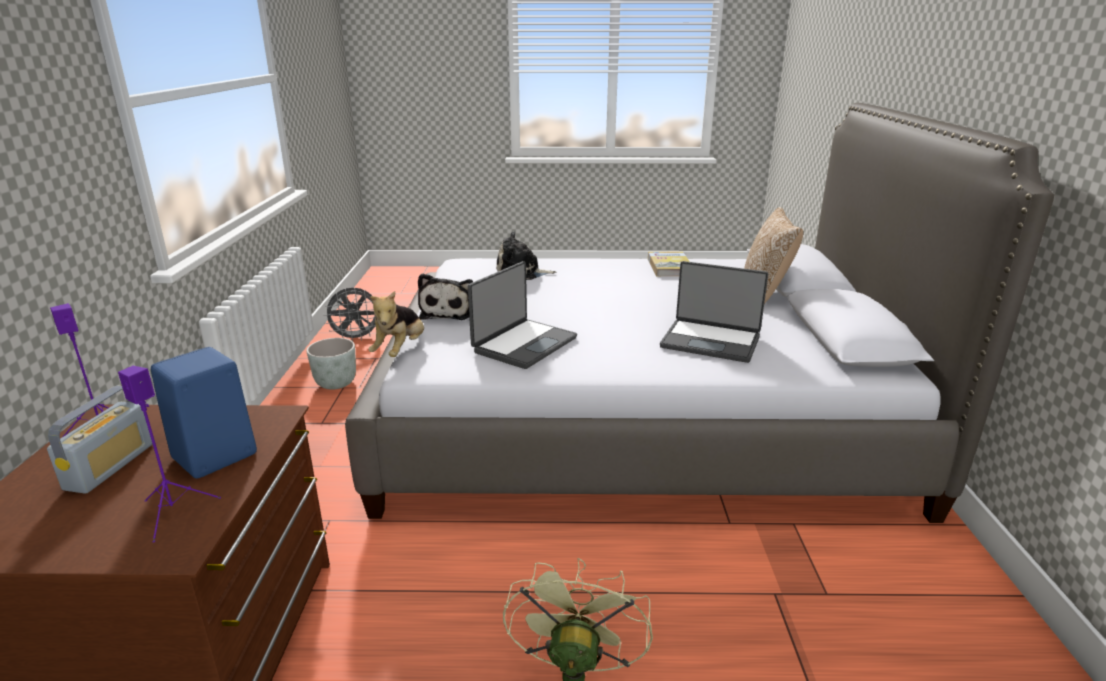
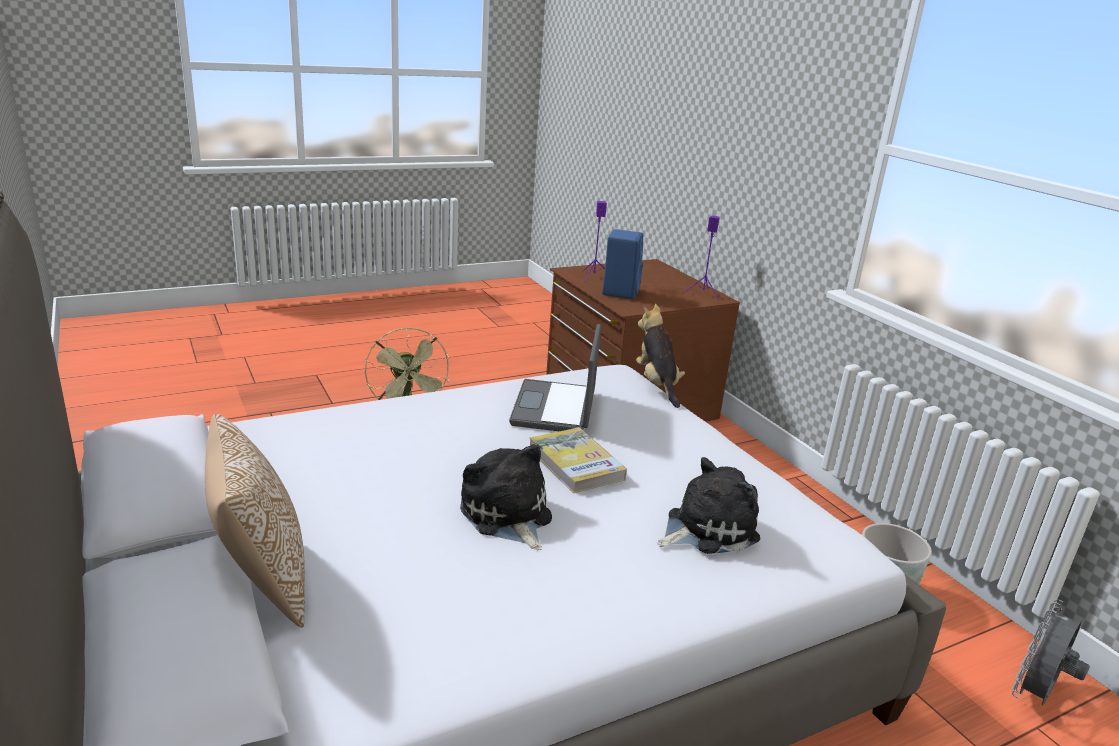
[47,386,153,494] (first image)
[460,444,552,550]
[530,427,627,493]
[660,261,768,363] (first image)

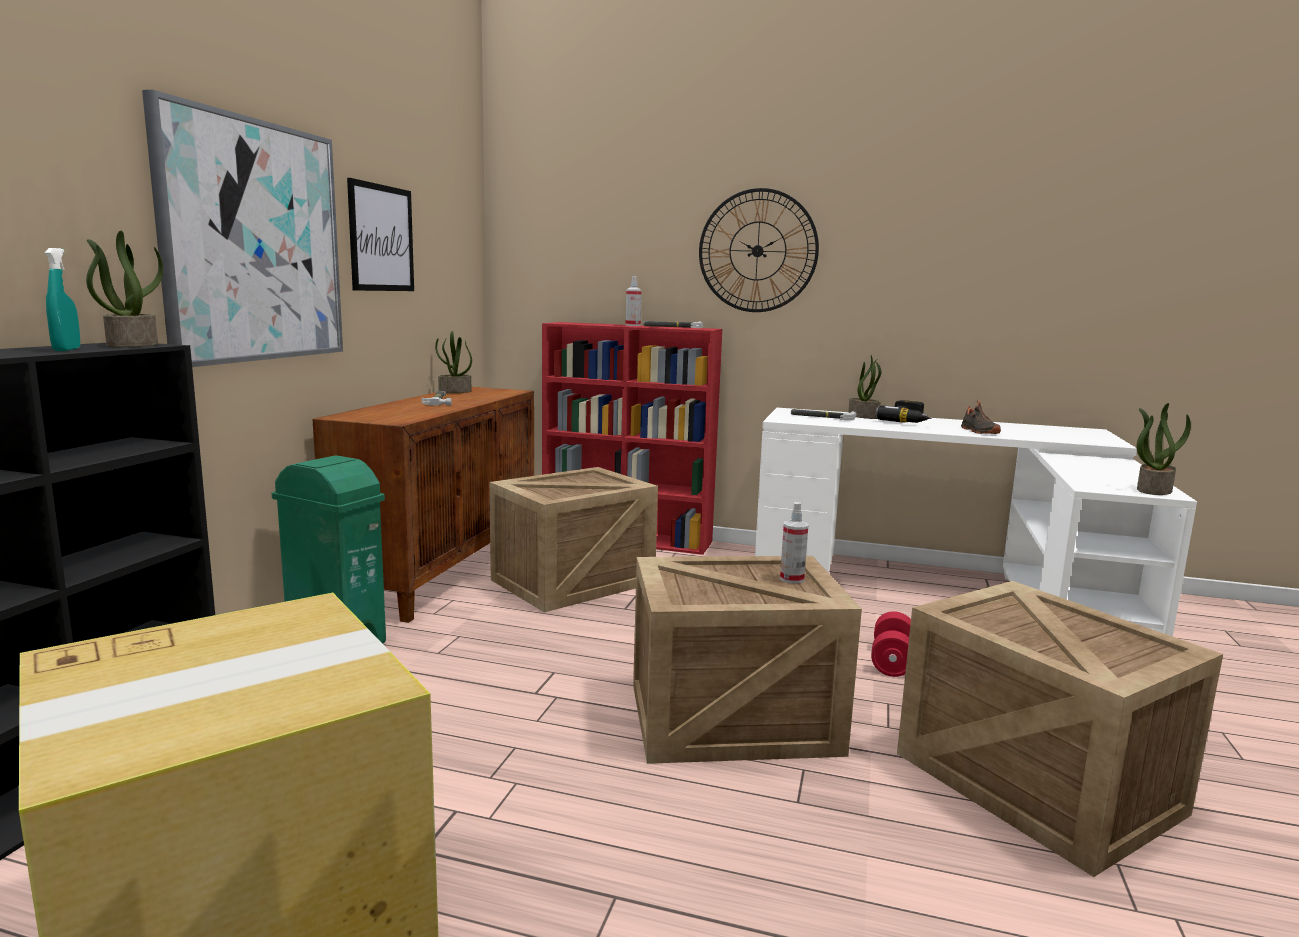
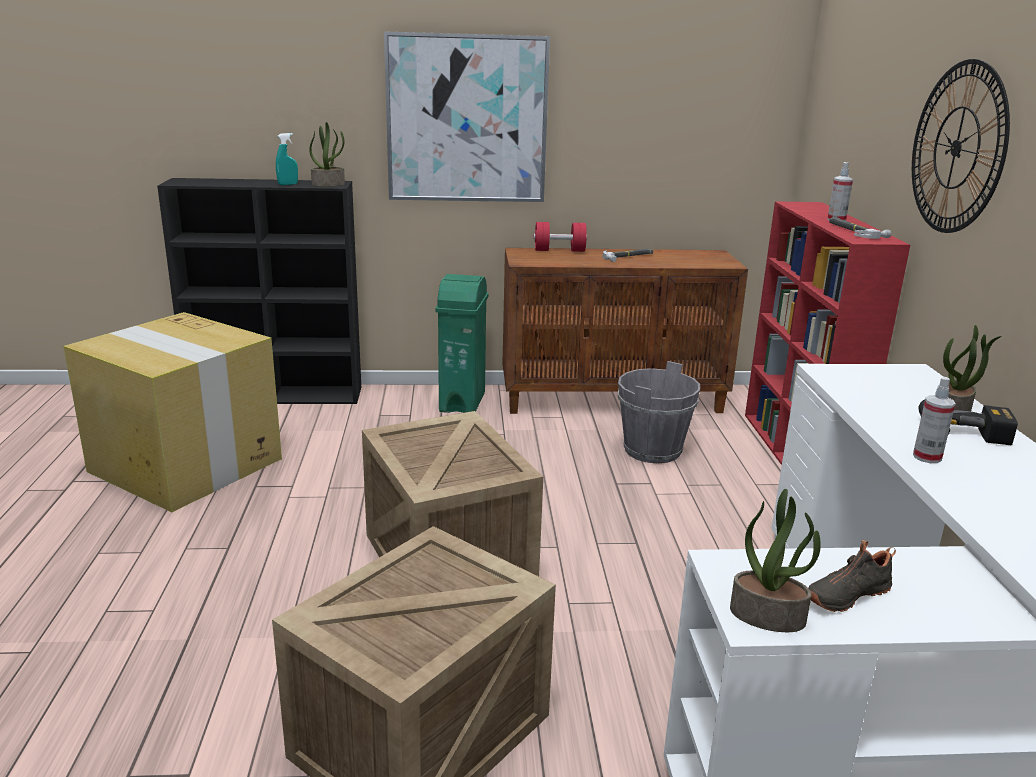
[347,178,414,291] (first image)
[435,331,472,393] (first image)
[618,361,700,463]
[913,377,956,463]
[791,409,857,421] (first image)
[533,222,587,252]
[808,540,896,612]

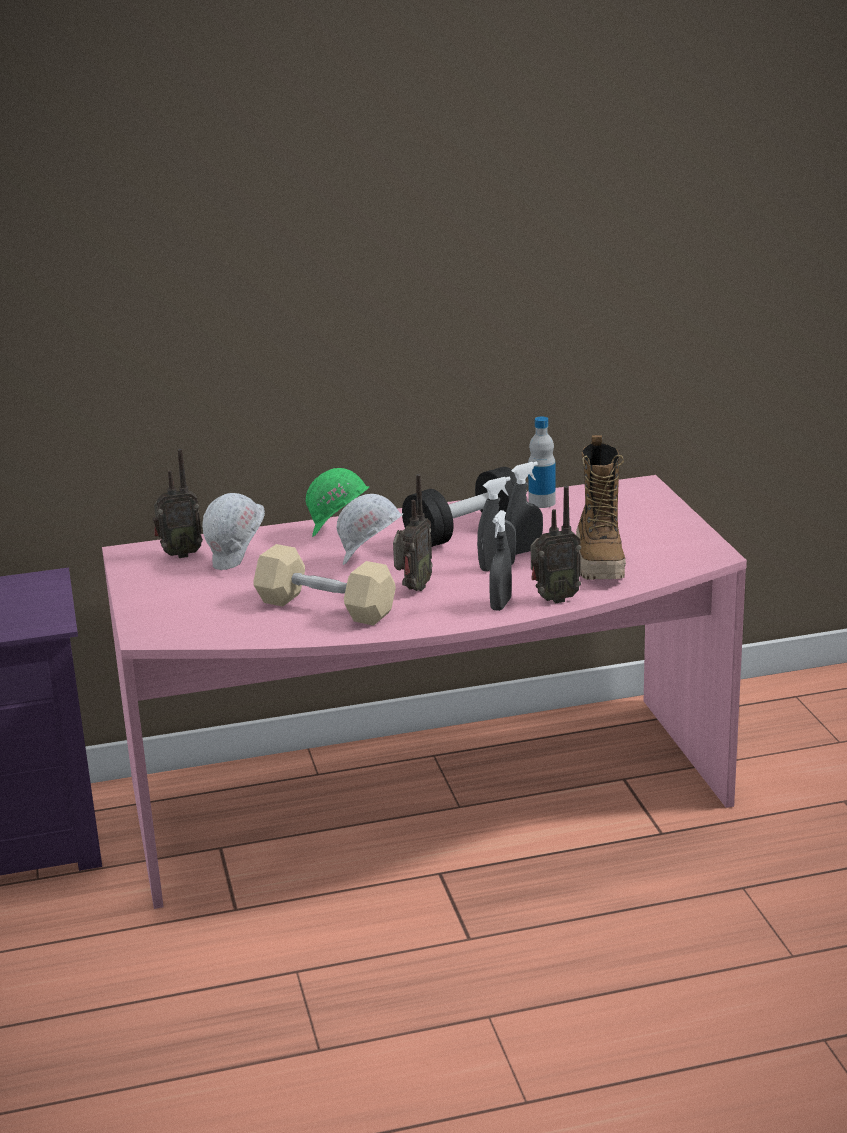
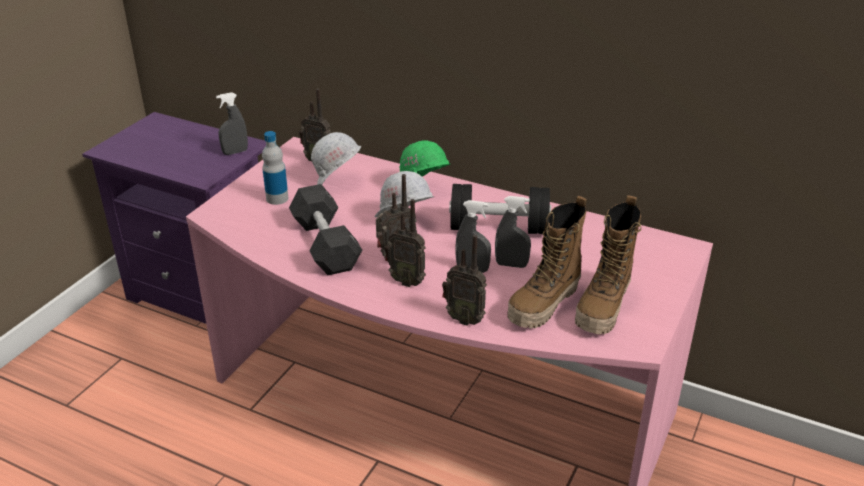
[289,184,362,275]
[216,92,248,155]
[262,131,289,205]
[384,199,426,287]
[575,195,641,334]

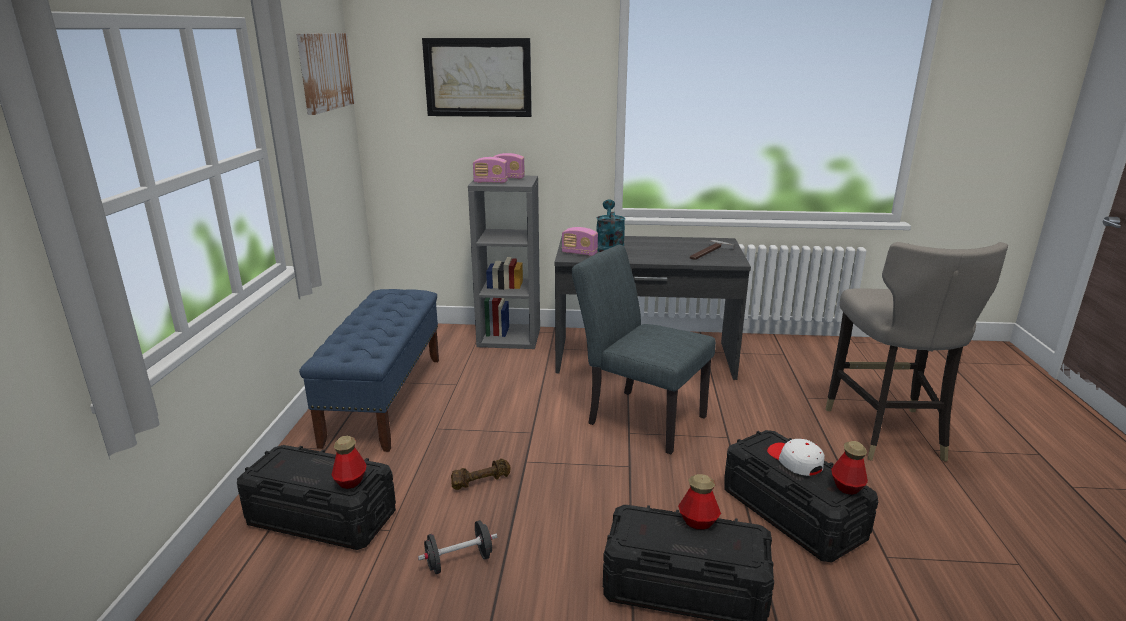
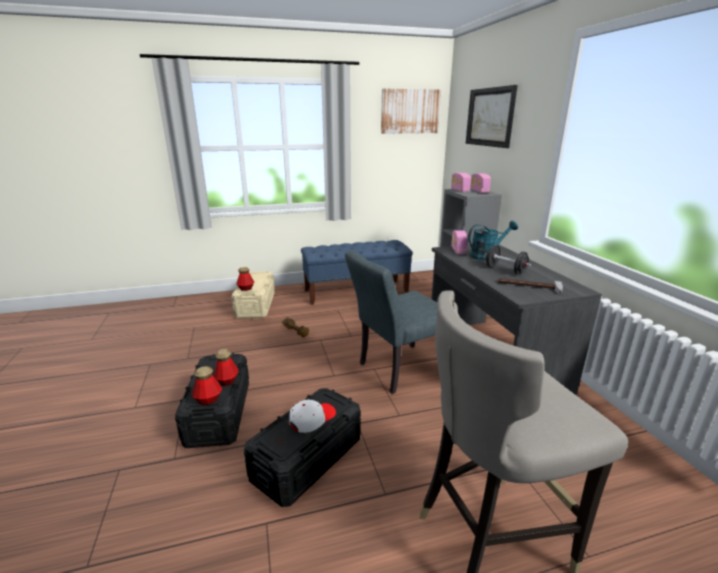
[232,271,275,319]
[485,245,531,275]
[345,250,437,394]
[192,366,222,405]

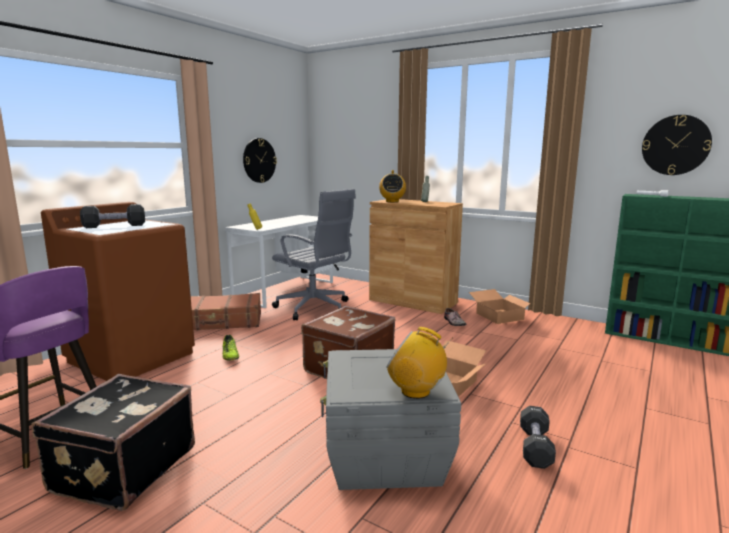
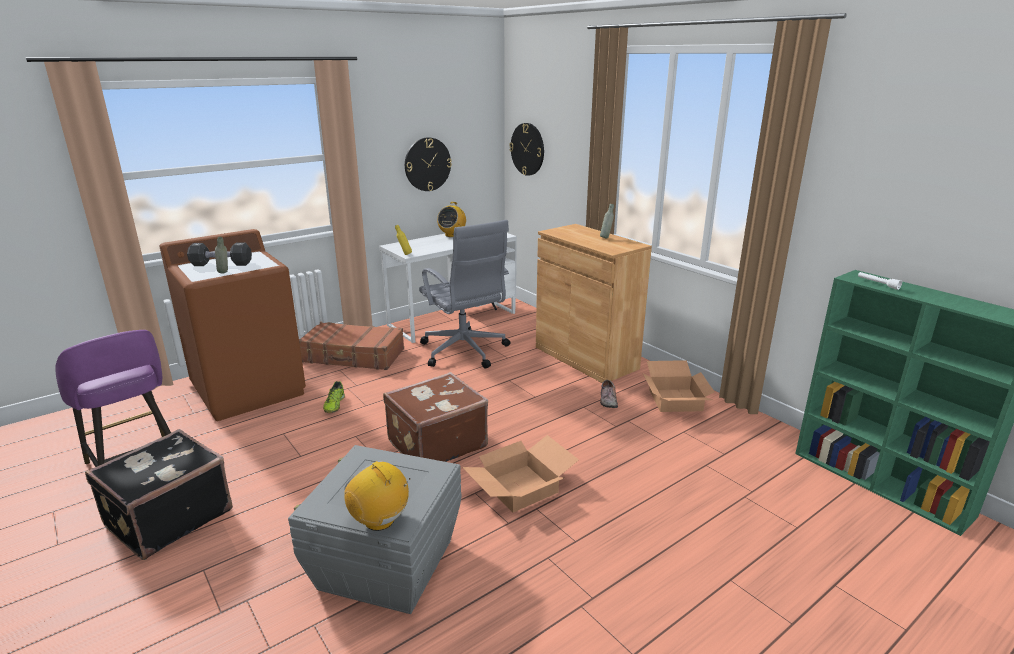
[437,202,466,237]
[520,406,556,469] (first image)
[509,123,544,176]
[215,237,228,274]

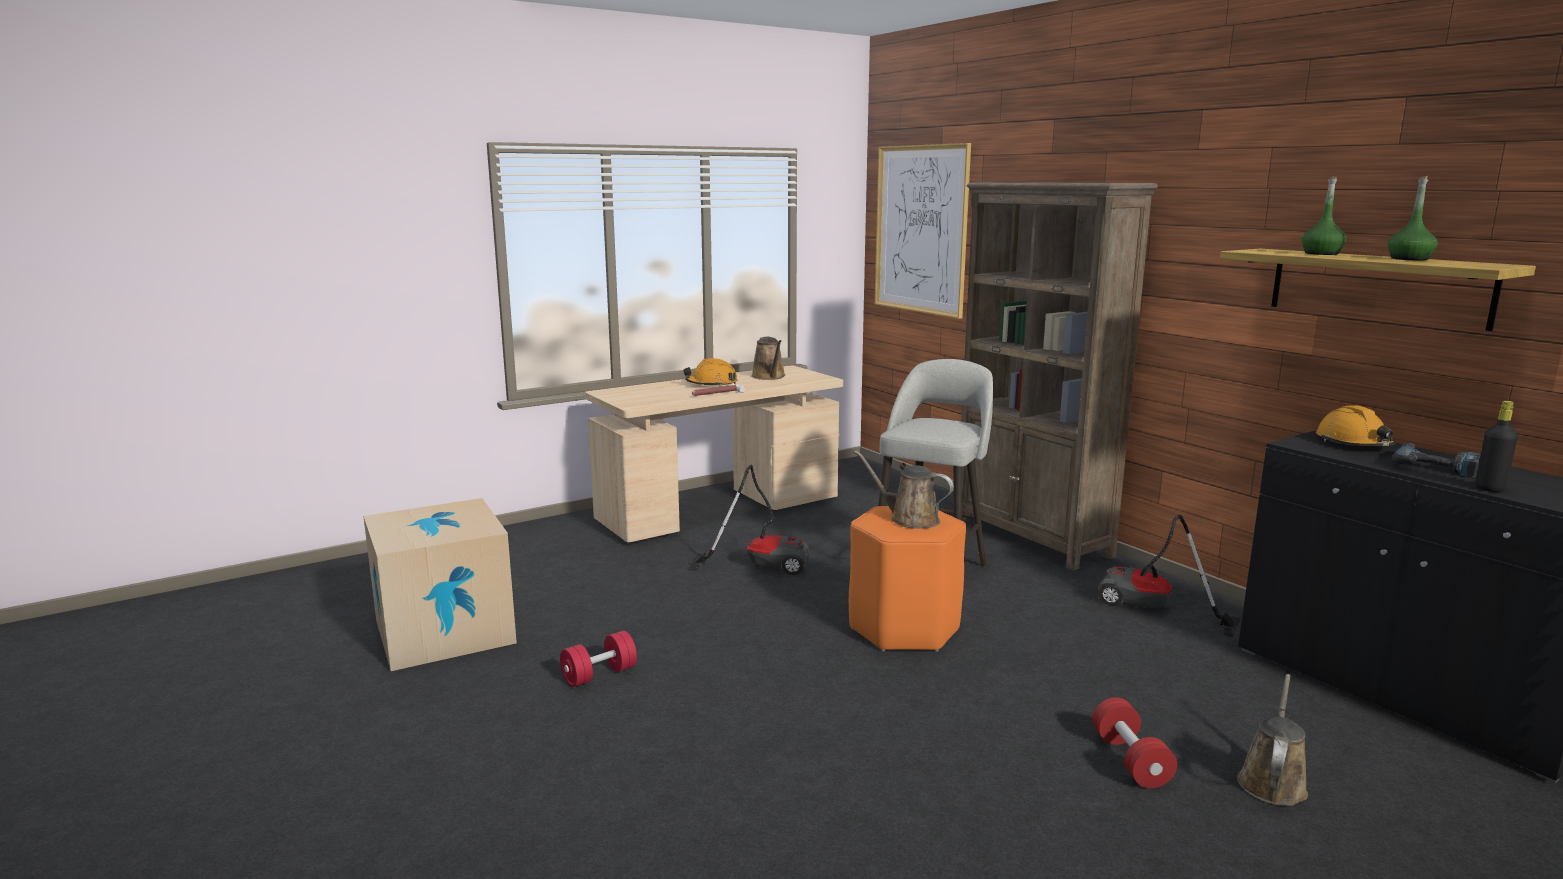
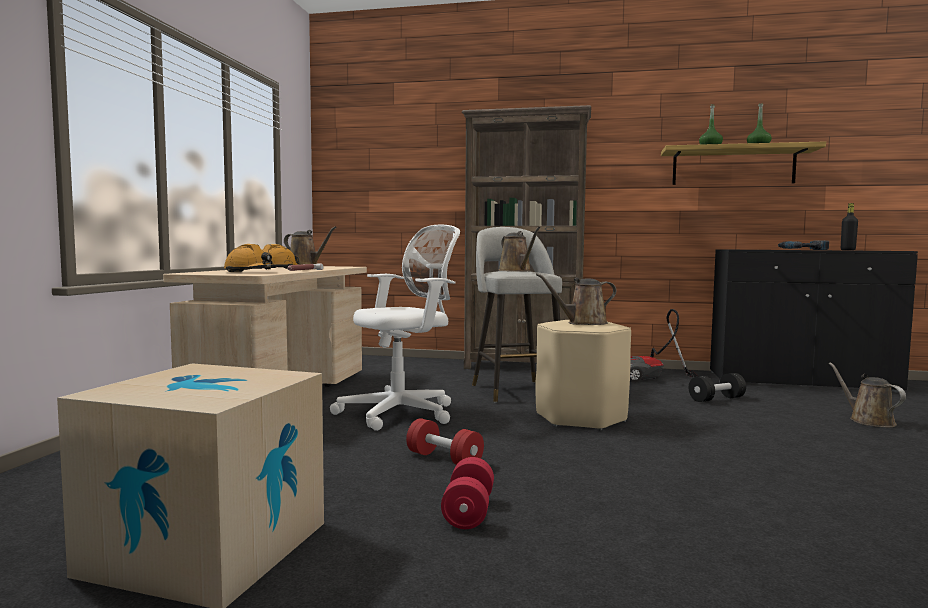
[330,225,460,431]
[535,320,631,430]
[875,143,971,319] (first image)
[406,418,484,465]
[224,244,276,272]
[499,227,540,272]
[689,373,746,402]

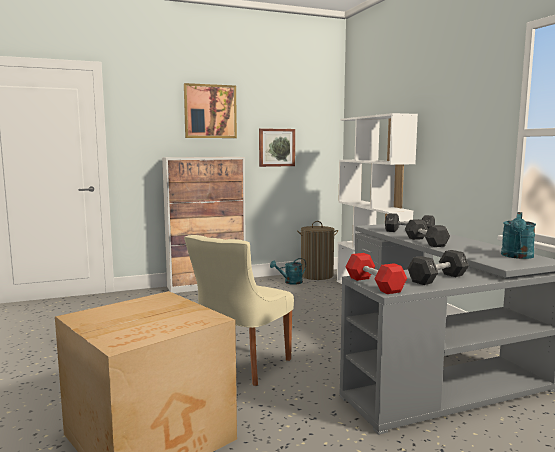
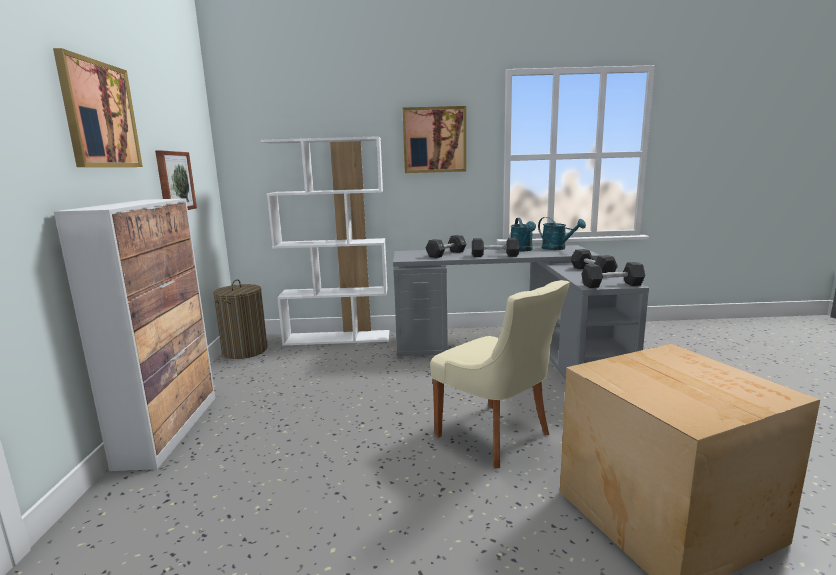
[511,218,536,251]
[582,262,645,288]
[403,106,466,173]

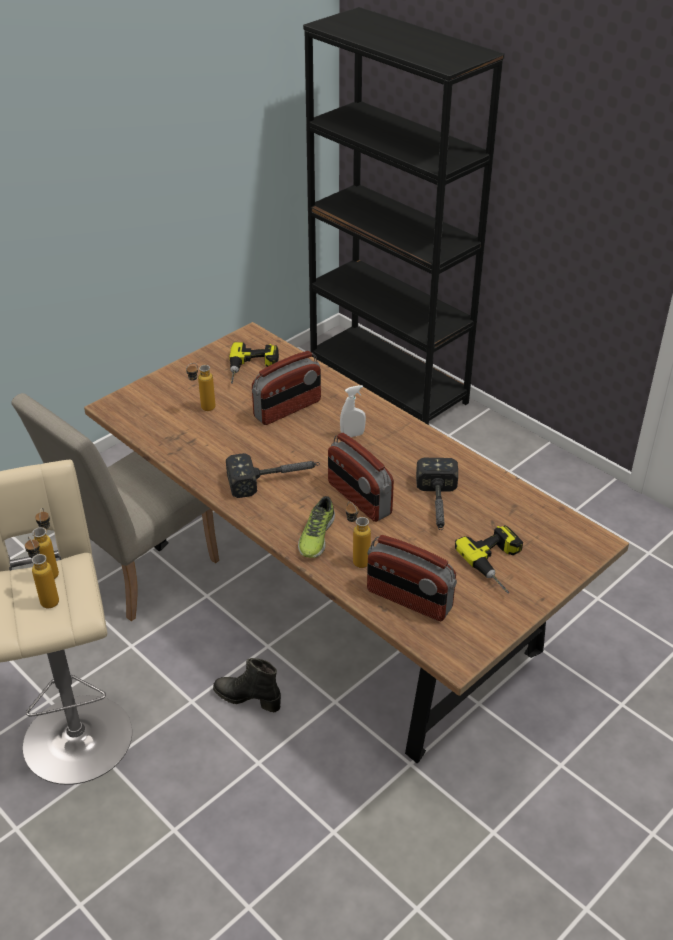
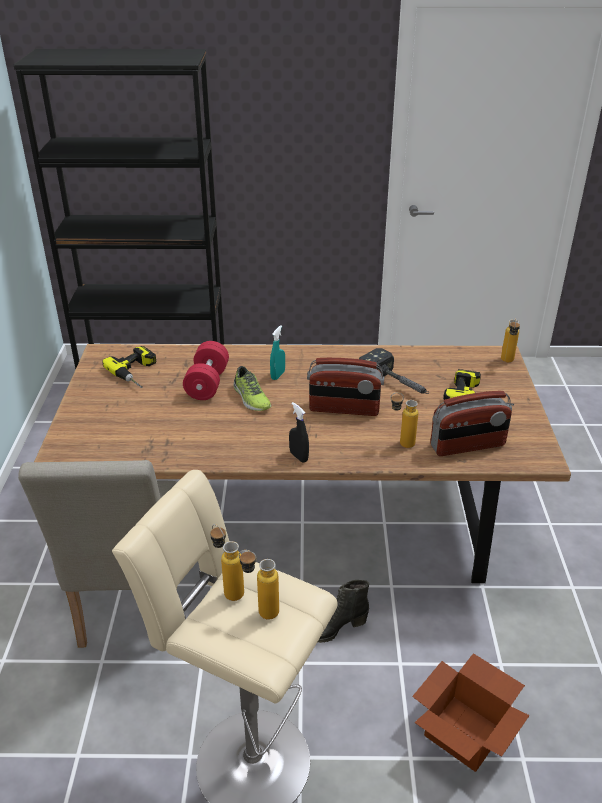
[501,318,520,362]
[226,453,320,498] (first image)
[183,341,229,400]
[233,366,271,411]
[270,325,285,380]
[289,402,309,463]
[412,653,530,772]

